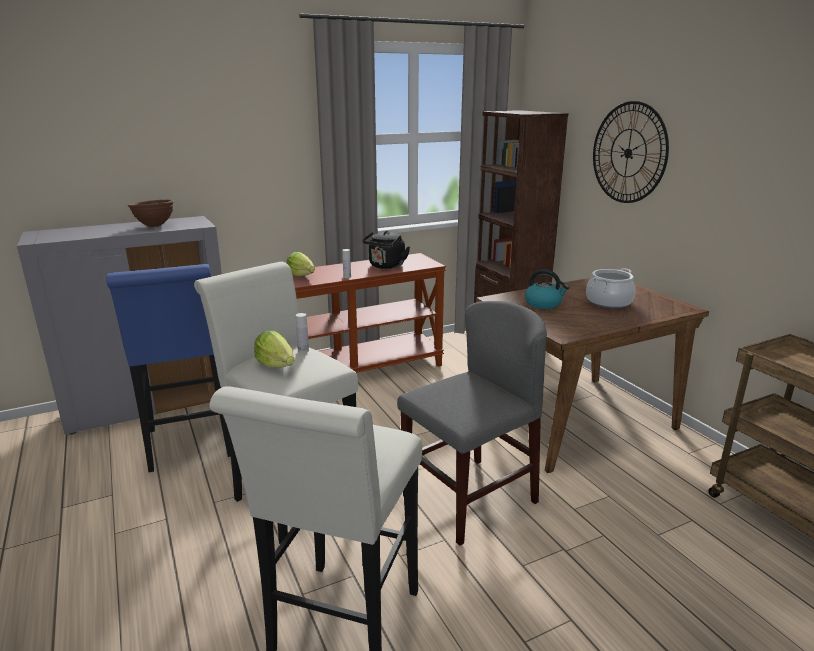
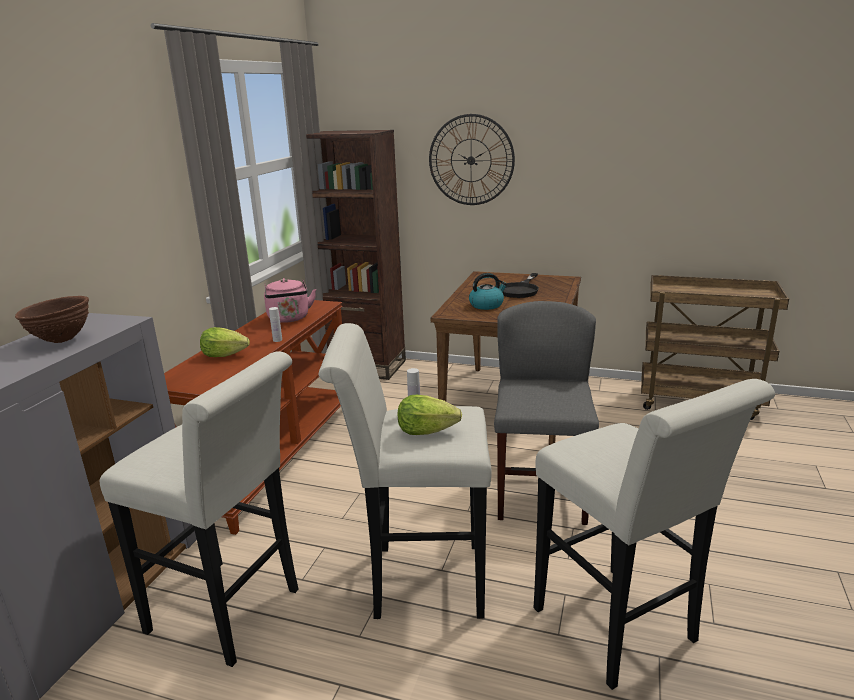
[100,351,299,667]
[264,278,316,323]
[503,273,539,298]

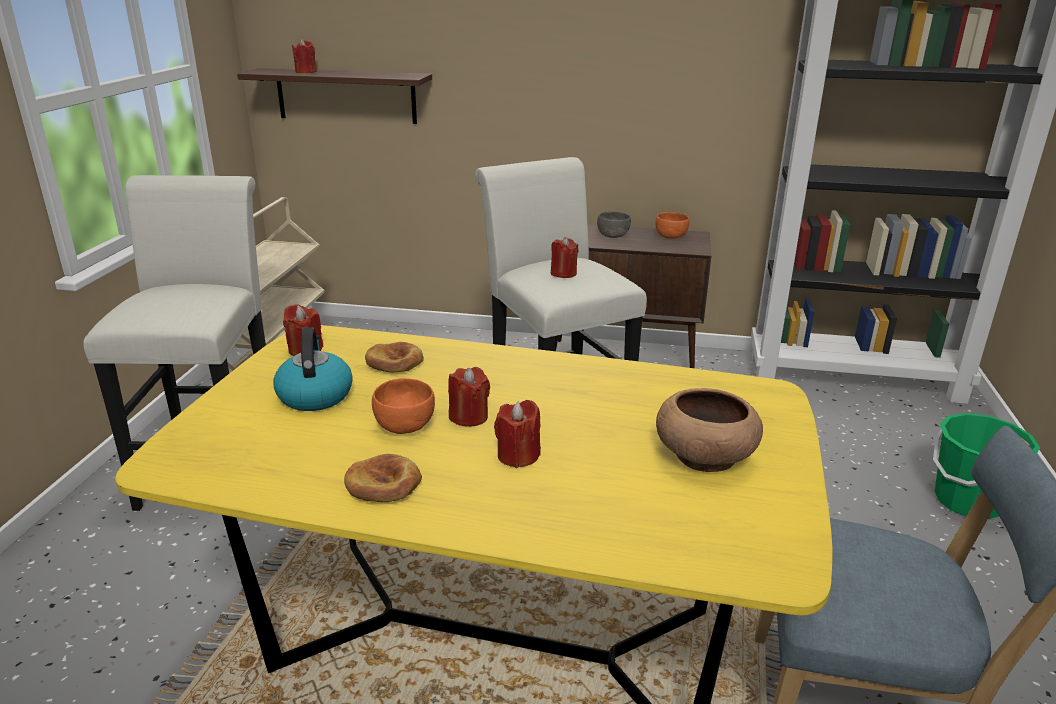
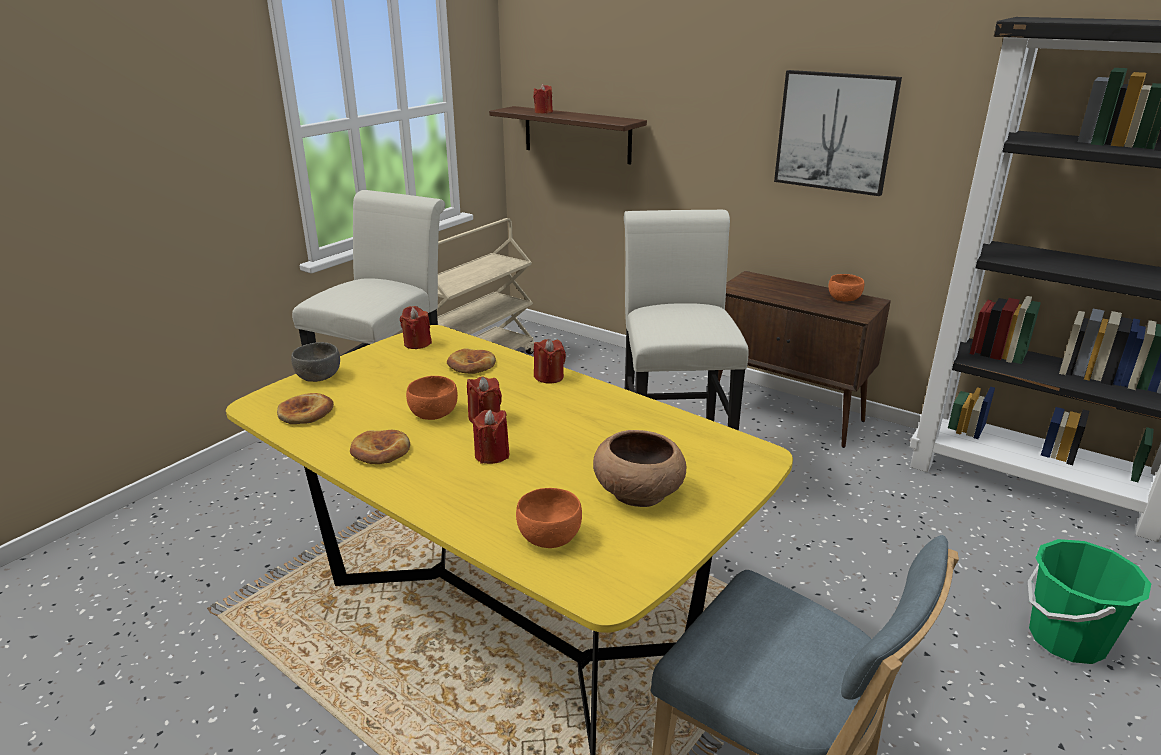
[273,327,353,411] (first image)
[534,339,566,384]
[291,342,340,382]
[277,393,334,424]
[516,488,582,548]
[774,70,902,196]

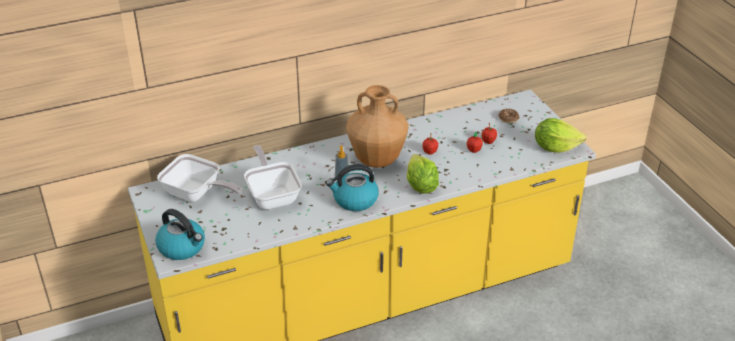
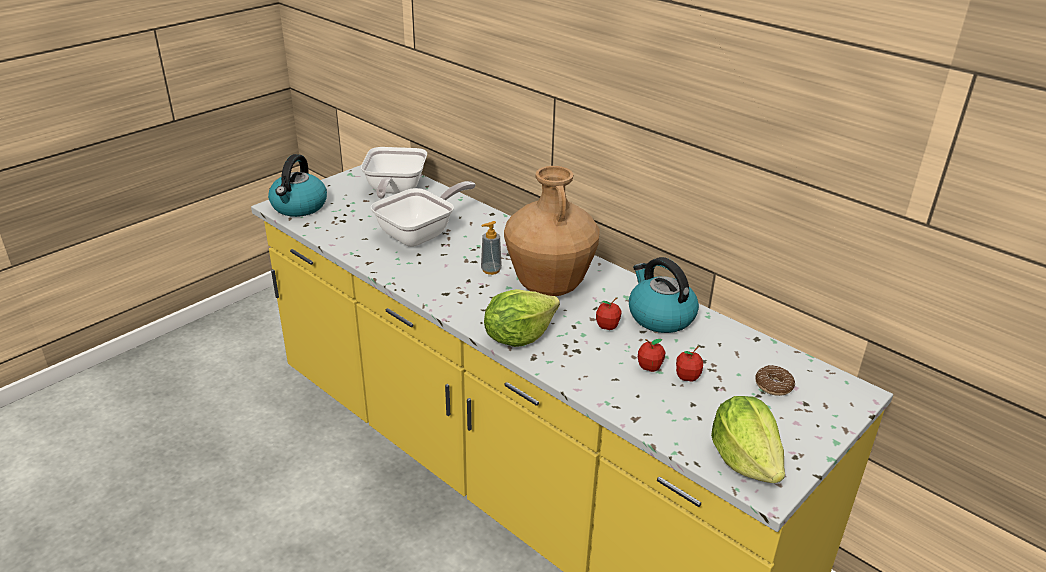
[629,257,699,333]

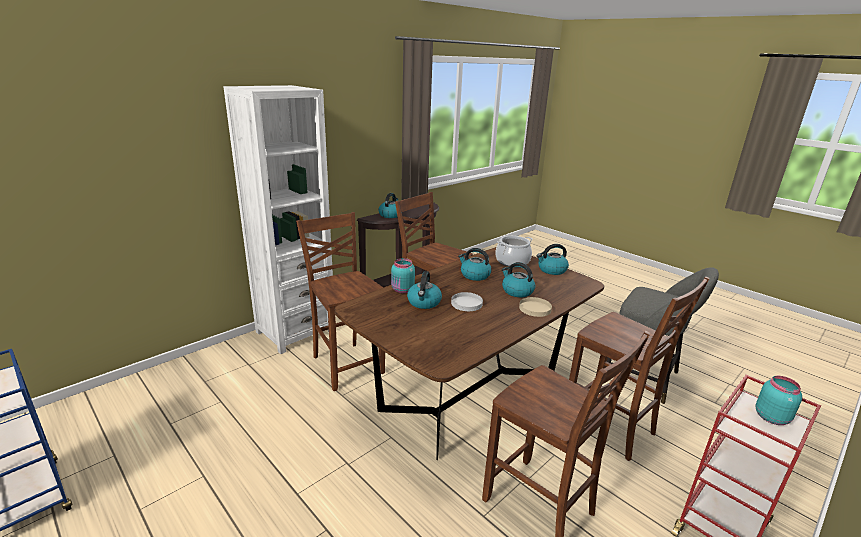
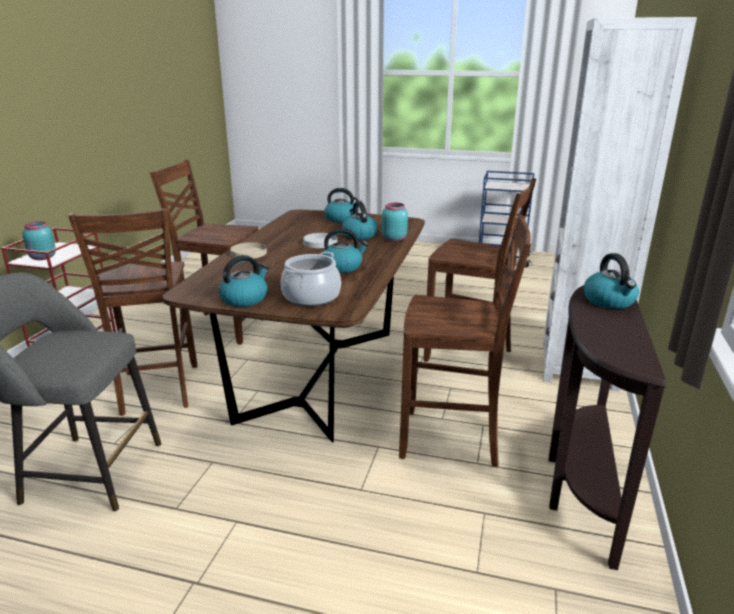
[324,188,362,223]
[68,208,197,416]

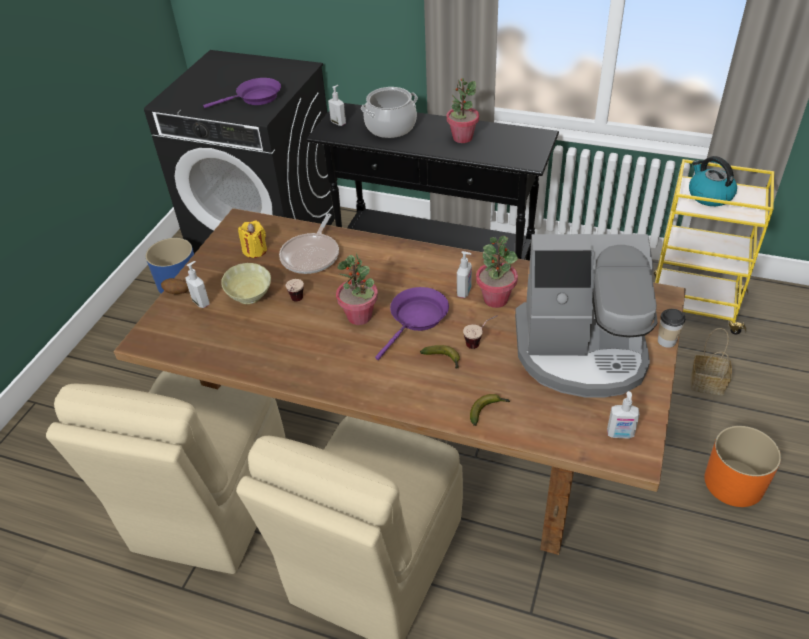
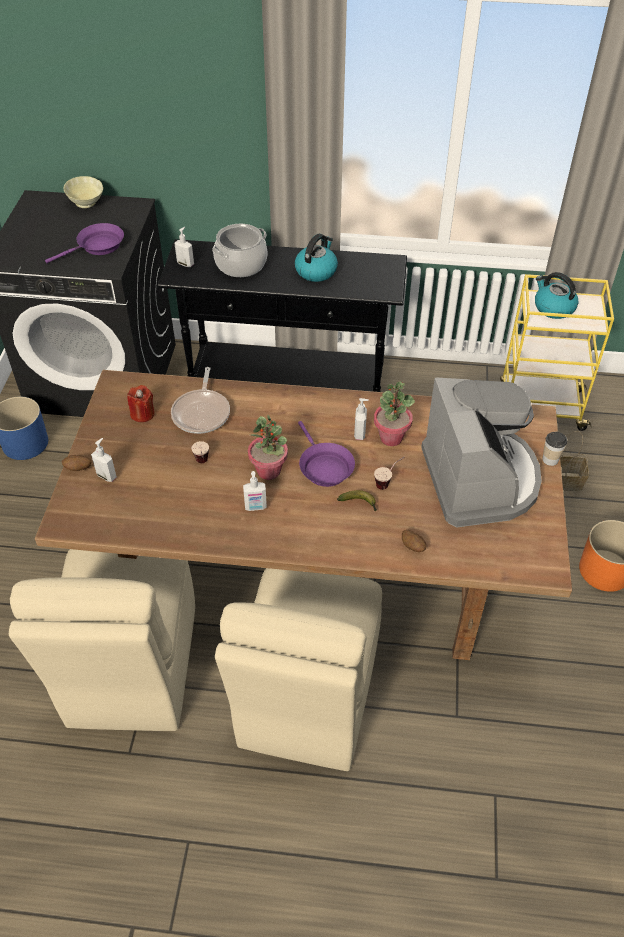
[63,176,103,208]
[127,385,155,422]
[298,421,355,487]
[295,234,338,282]
[402,530,426,552]
[421,377,542,528]
[243,471,267,511]

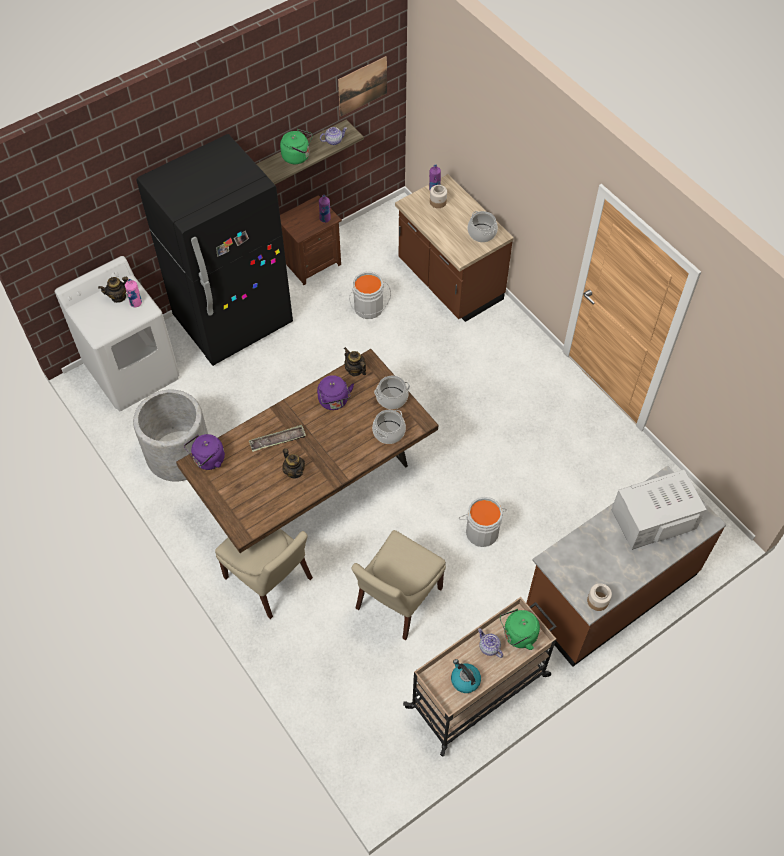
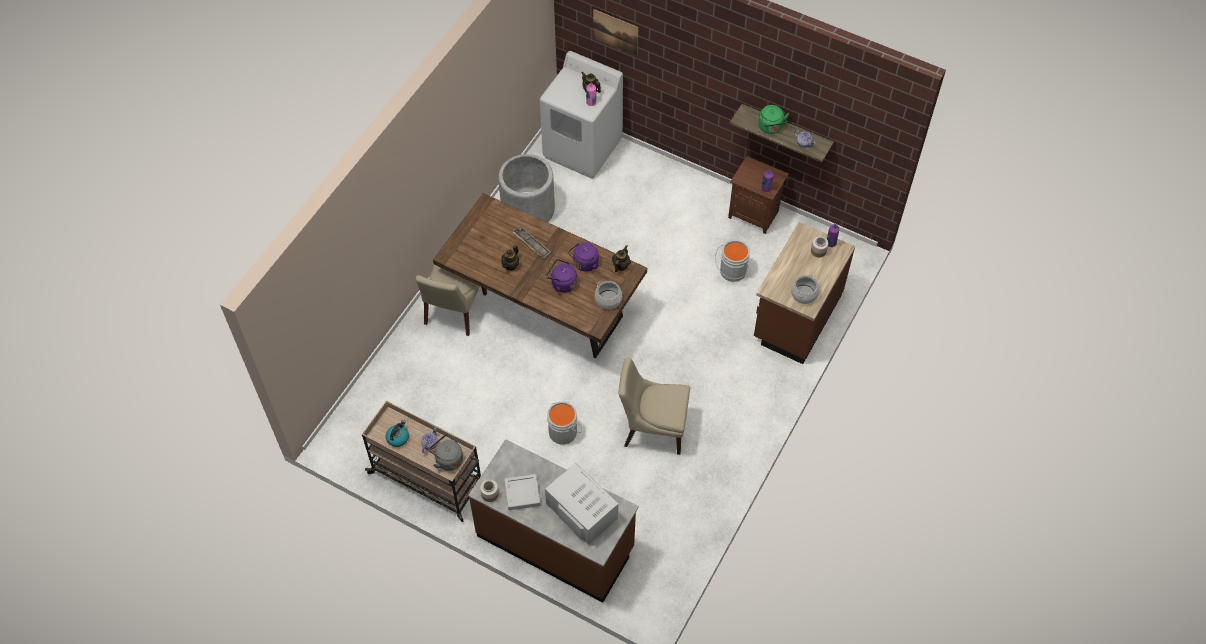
[136,134,293,366] (first image)
[546,259,577,293]
[593,9,638,56]
[619,357,690,455]
[372,410,406,444] (first image)
[429,434,463,471]
[504,474,541,510]

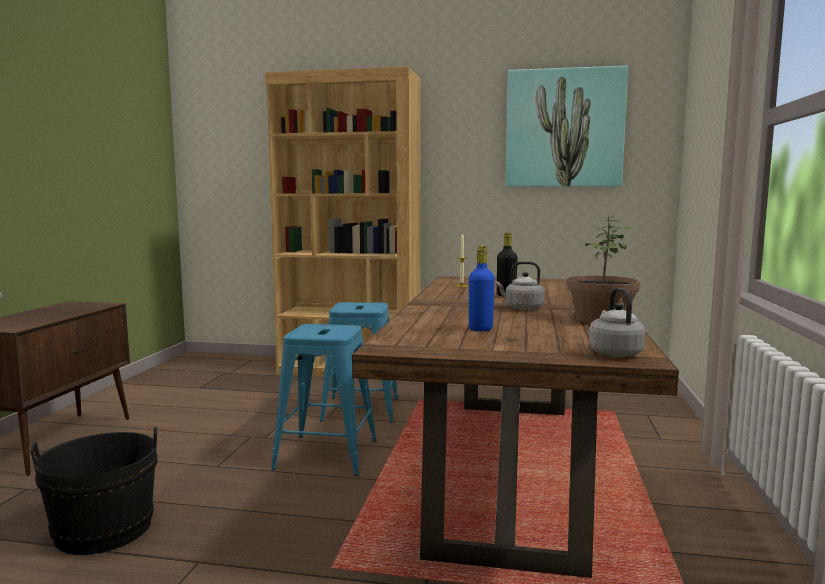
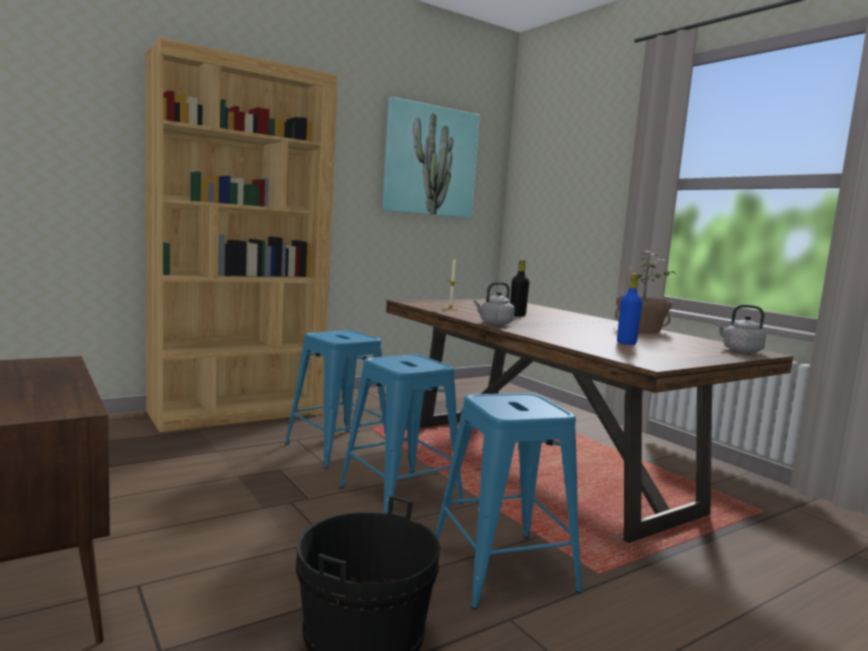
[474,282,515,325]
[435,393,583,609]

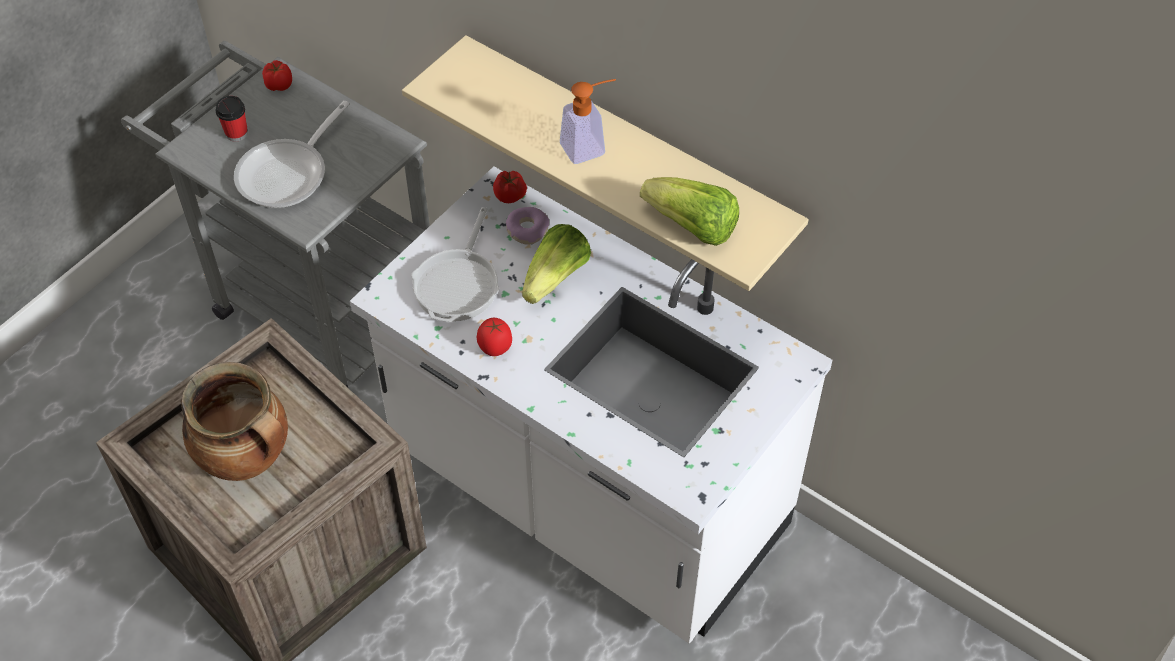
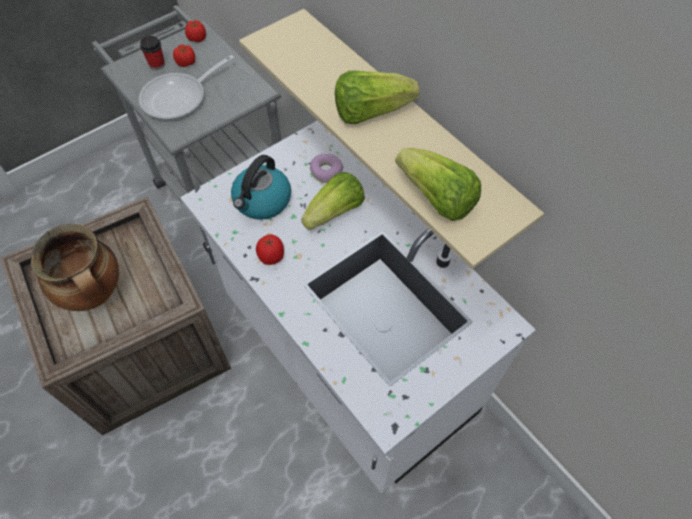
[231,155,291,220]
[173,44,195,67]
[335,70,419,124]

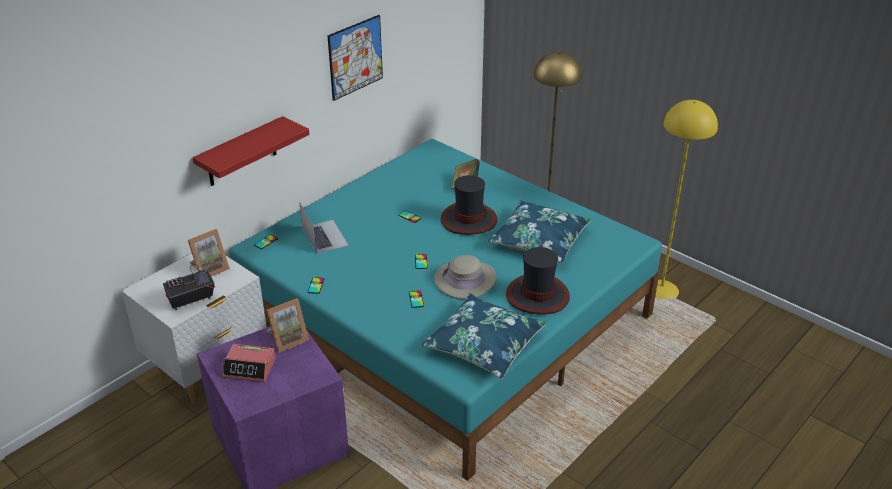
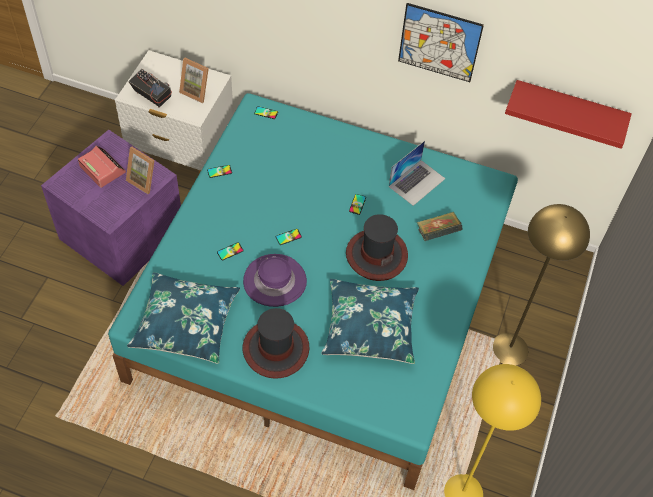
[505,80,632,149]
[78,146,126,188]
[389,141,446,206]
[243,254,307,307]

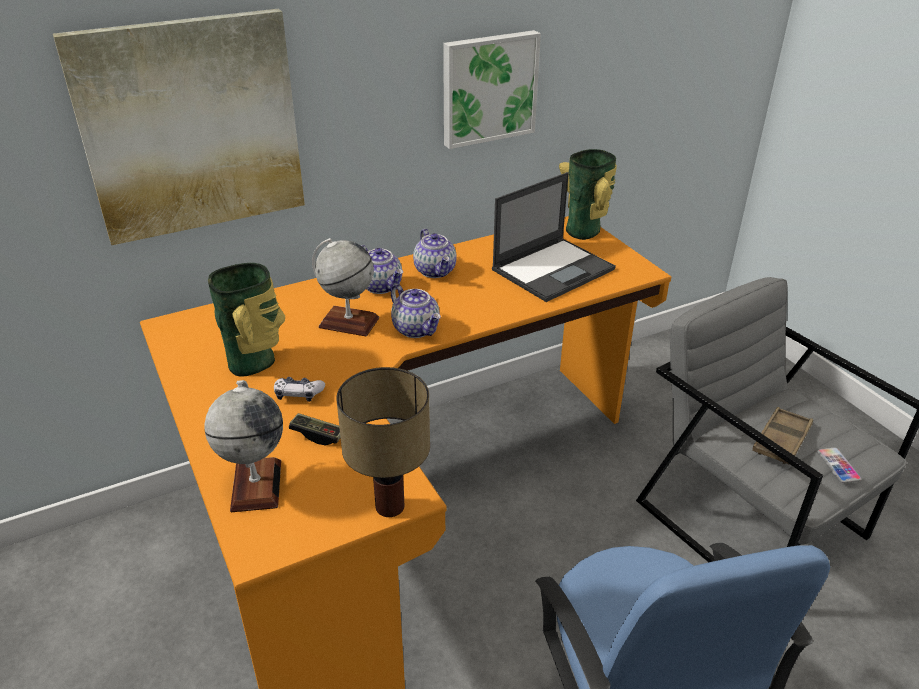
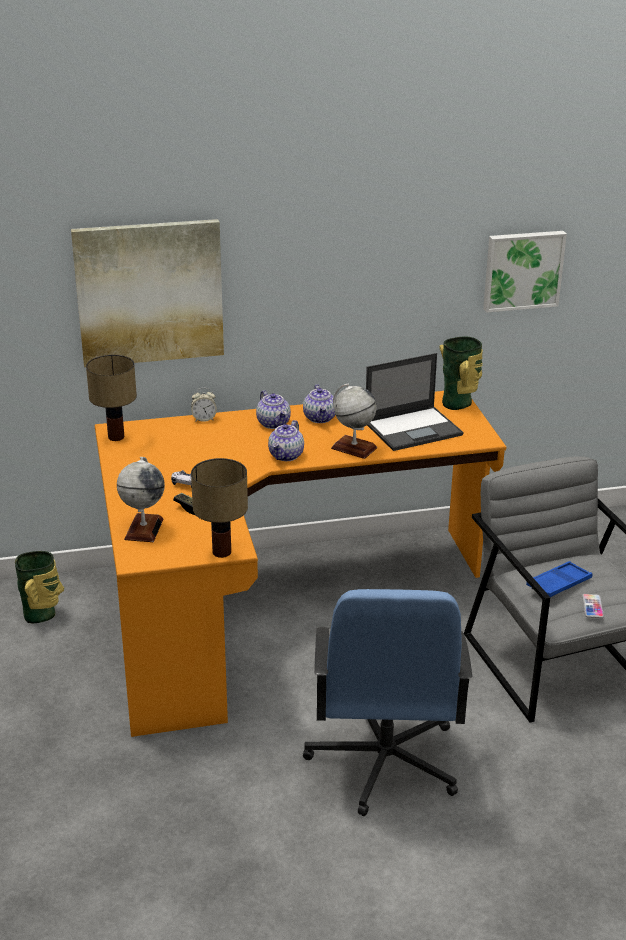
[15,551,64,623]
[331,384,377,459]
[268,420,304,461]
[483,231,567,313]
[526,561,593,597]
[86,355,137,441]
[191,388,217,422]

